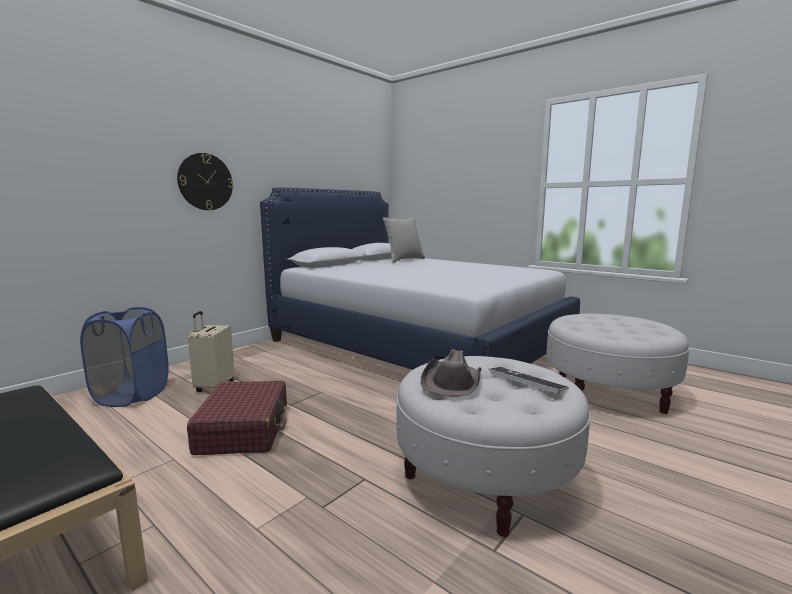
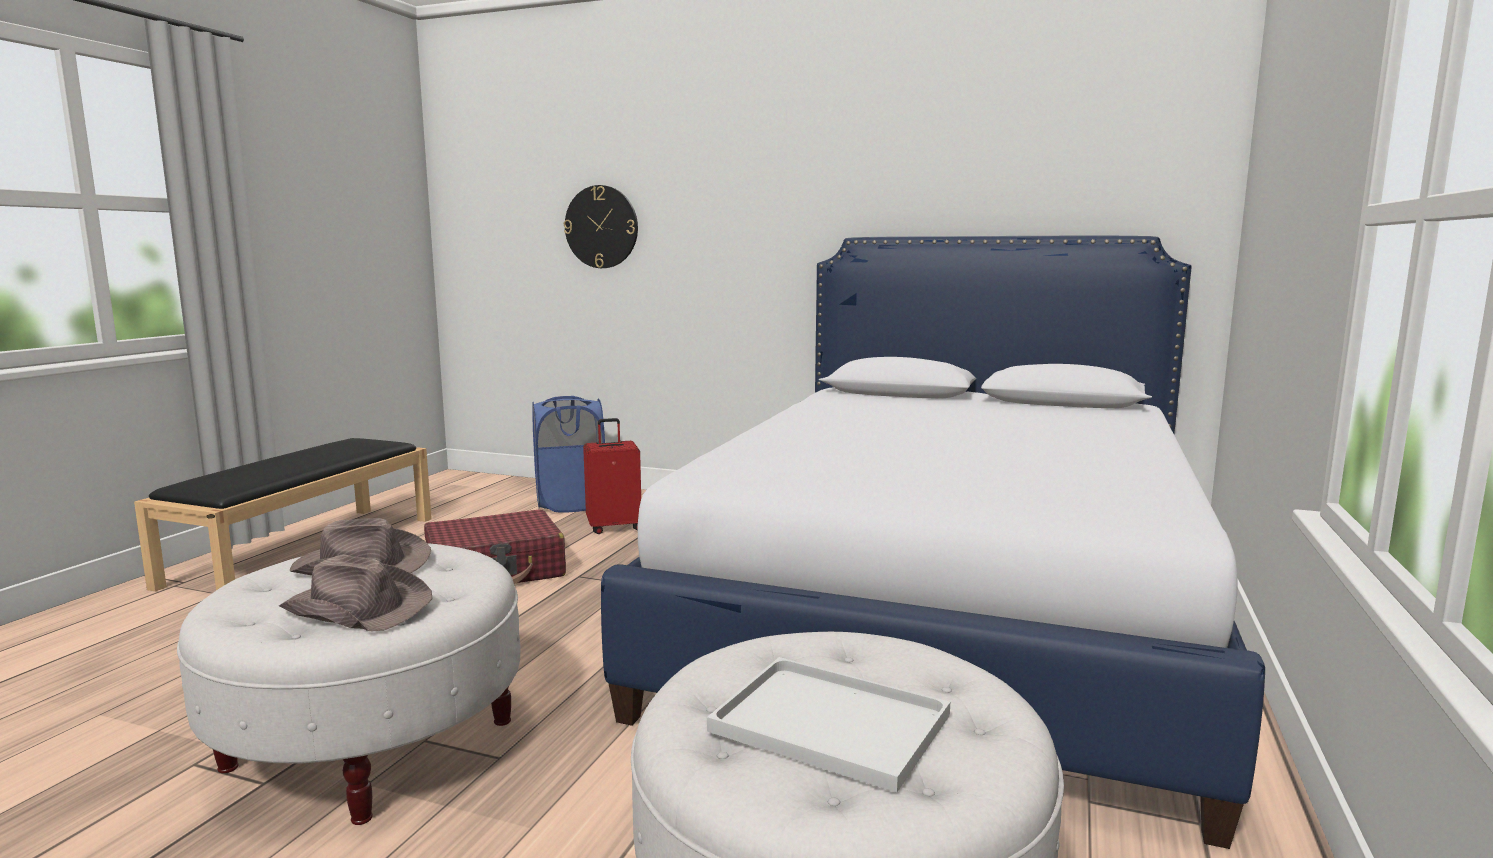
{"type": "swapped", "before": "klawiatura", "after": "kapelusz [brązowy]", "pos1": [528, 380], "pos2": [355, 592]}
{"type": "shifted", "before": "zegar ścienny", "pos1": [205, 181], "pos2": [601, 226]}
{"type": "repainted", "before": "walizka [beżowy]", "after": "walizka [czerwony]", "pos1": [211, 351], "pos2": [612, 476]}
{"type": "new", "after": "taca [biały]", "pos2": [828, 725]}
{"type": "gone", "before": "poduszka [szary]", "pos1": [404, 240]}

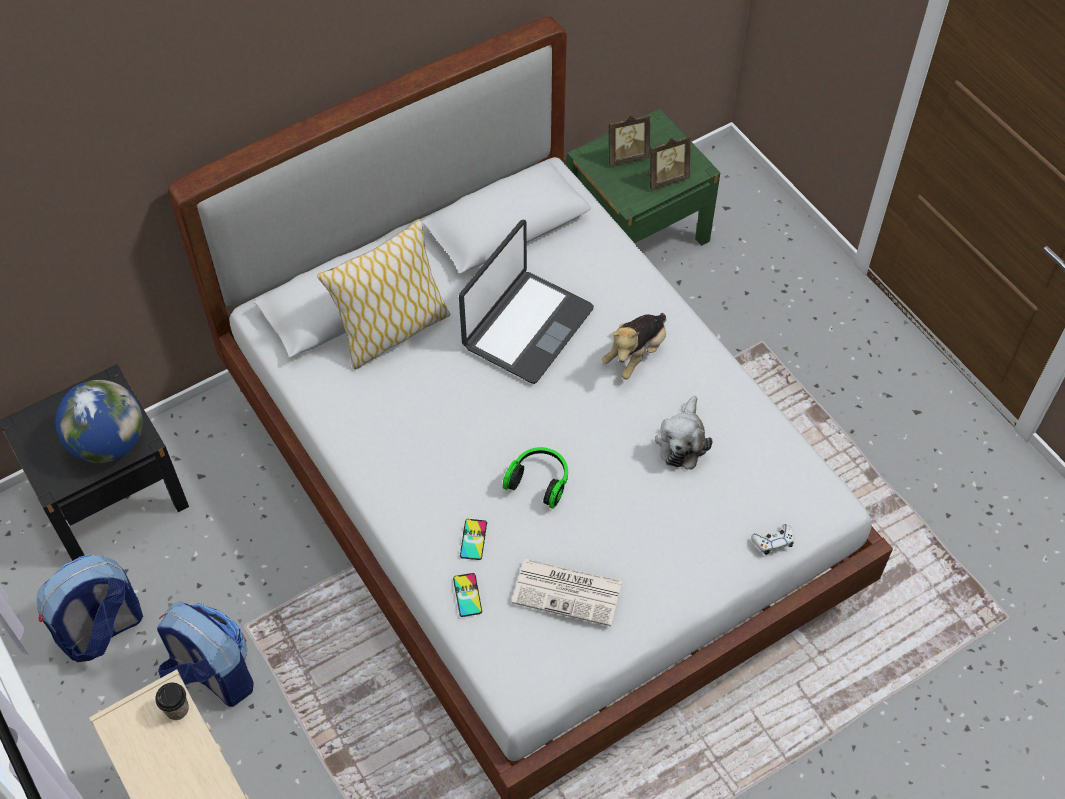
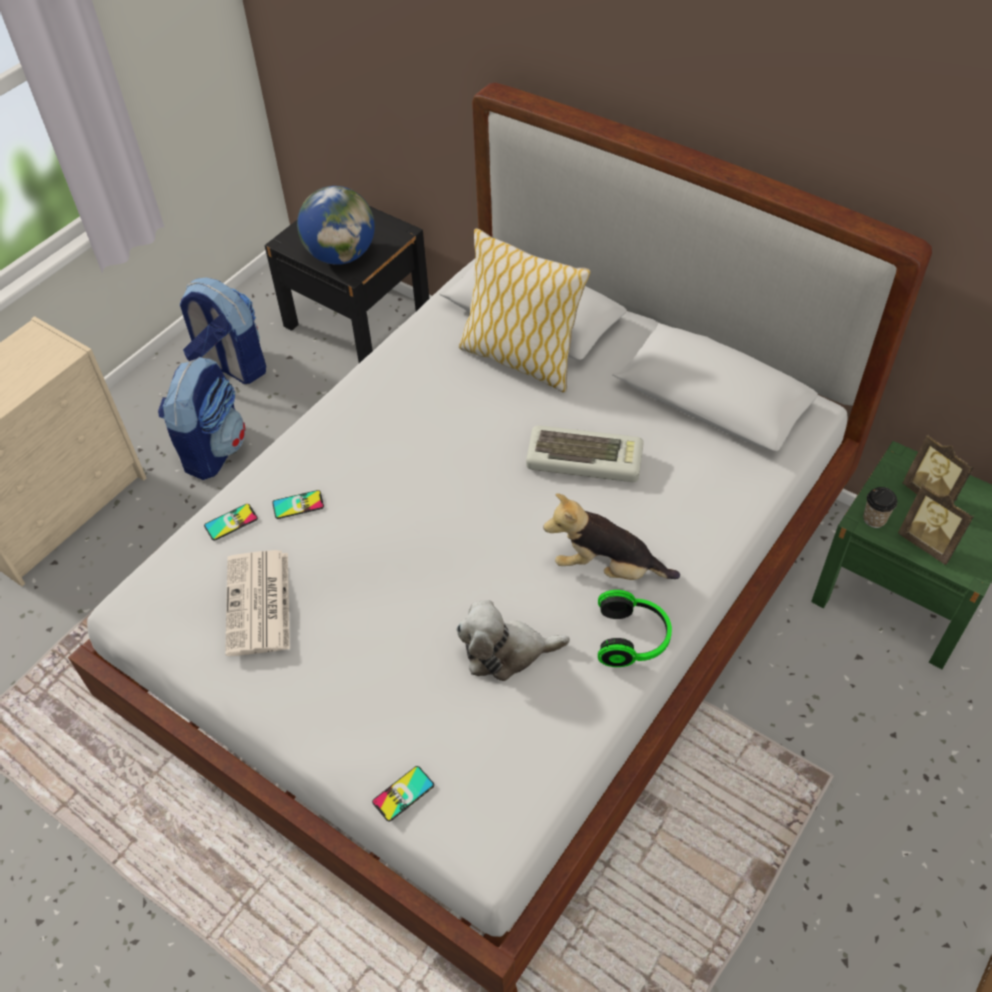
{"type": "swapped", "before": "pad do gier [biały]", "after": "telefon", "pos1": [772, 539], "pos2": [403, 794]}
{"type": "swapped", "before": "laptop", "after": "klawiatura", "pos1": [526, 301], "pos2": [585, 453]}
{"type": "shifted", "before": "słuchawki", "pos1": [535, 478], "pos2": [635, 628]}
{"type": "shifted", "before": "filiżanka", "pos1": [172, 701], "pos2": [880, 507]}

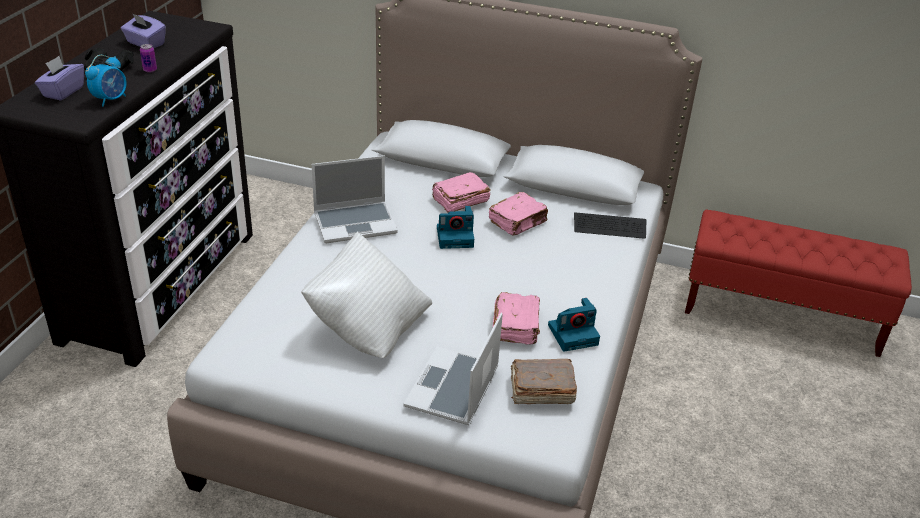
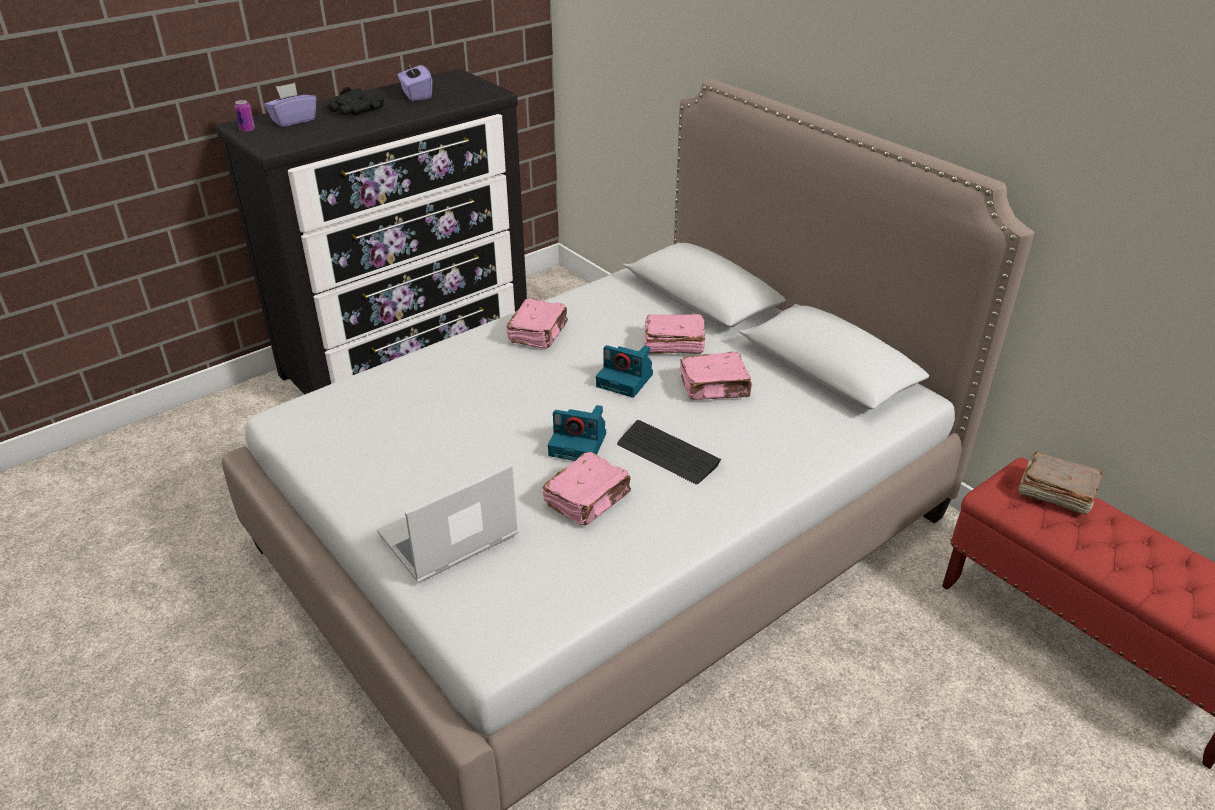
{"type": "shifted", "before": "puszka", "pos1": [148, 58], "pos2": [244, 116]}
{"type": "swapped", "before": "laptop", "after": "książka [różowy]", "pos1": [354, 199], "pos2": [537, 323]}
{"type": "shifted", "before": "aparat fotograficzny", "pos1": [574, 325], "pos2": [577, 433]}
{"type": "shifted", "before": "klawiatura", "pos1": [610, 225], "pos2": [669, 452]}
{"type": "shifted", "before": "książka [brązowy]", "pos1": [544, 381], "pos2": [1059, 483]}
{"type": "gone", "before": "budzik", "pos1": [106, 81]}
{"type": "gone", "before": "poduszka [biały]", "pos1": [366, 294]}

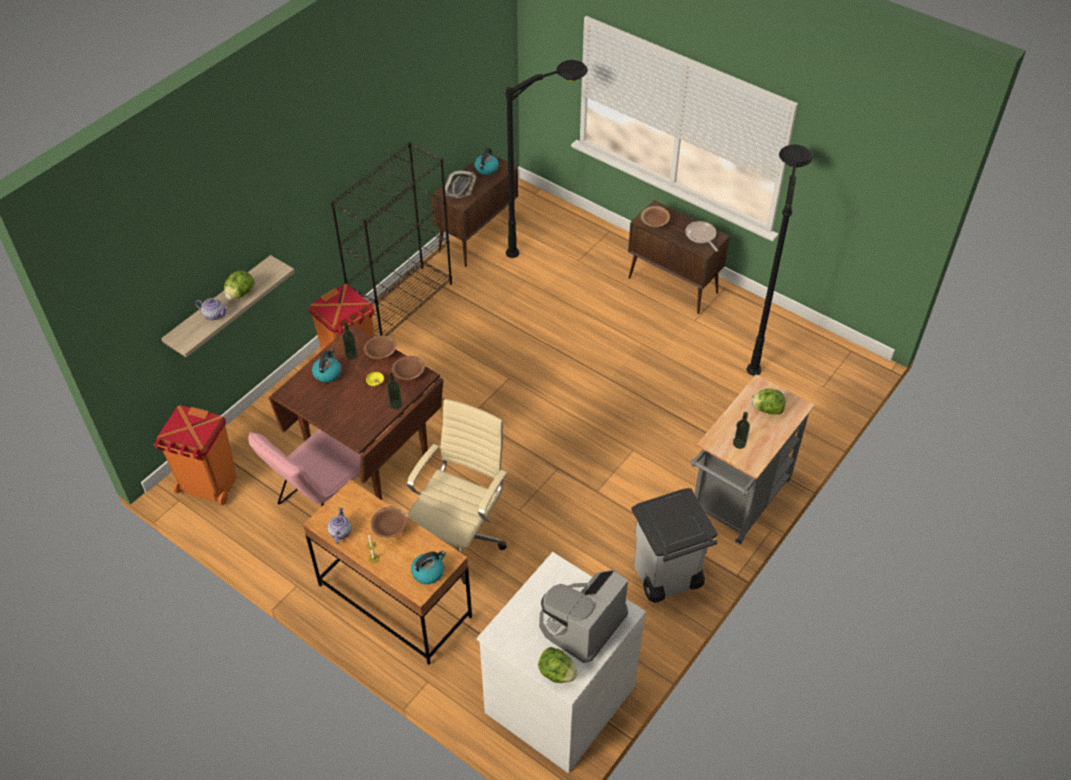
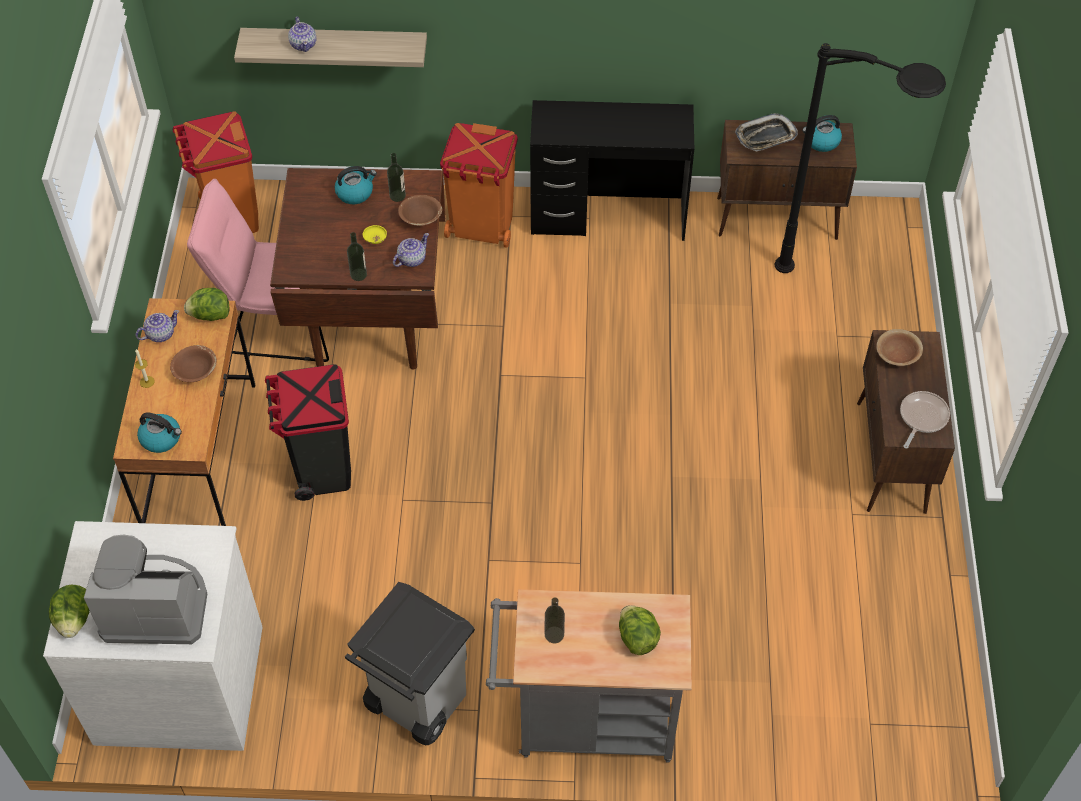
{"type": "shifted", "before": "sałata", "pos1": [239, 285], "pos2": [206, 304]}
{"type": "swapped", "before": "krzesło biurowe [beżowy]", "after": "kosz na śmieci [czarny]", "pos1": [457, 492], "pos2": [308, 432]}
{"type": "swapped", "before": "miska [brązowy]", "after": "imbryk", "pos1": [408, 368], "pos2": [411, 250]}
{"type": "swapped", "before": "regał [czarny]", "after": "biurko [czarny]", "pos1": [391, 239], "pos2": [612, 170]}
{"type": "gone", "before": "lampa stojąca [czarny]", "pos1": [780, 260]}

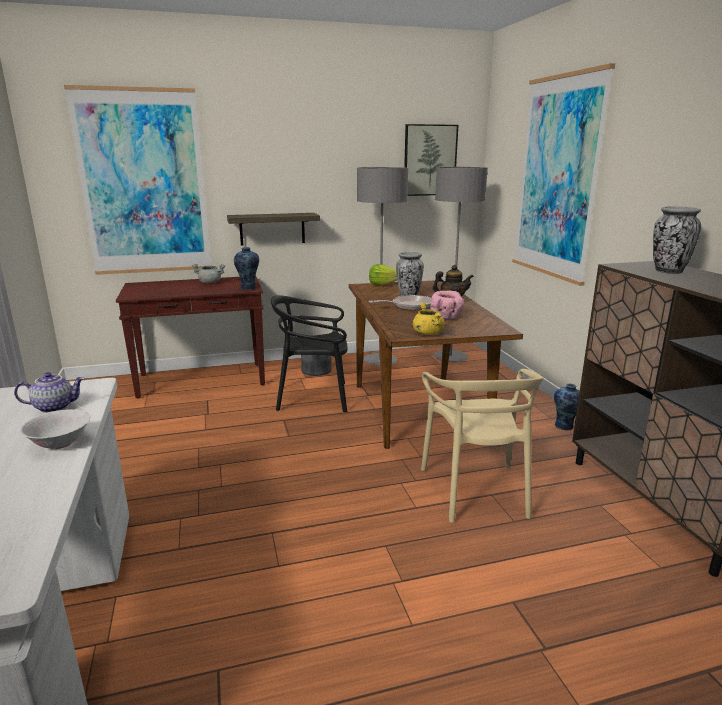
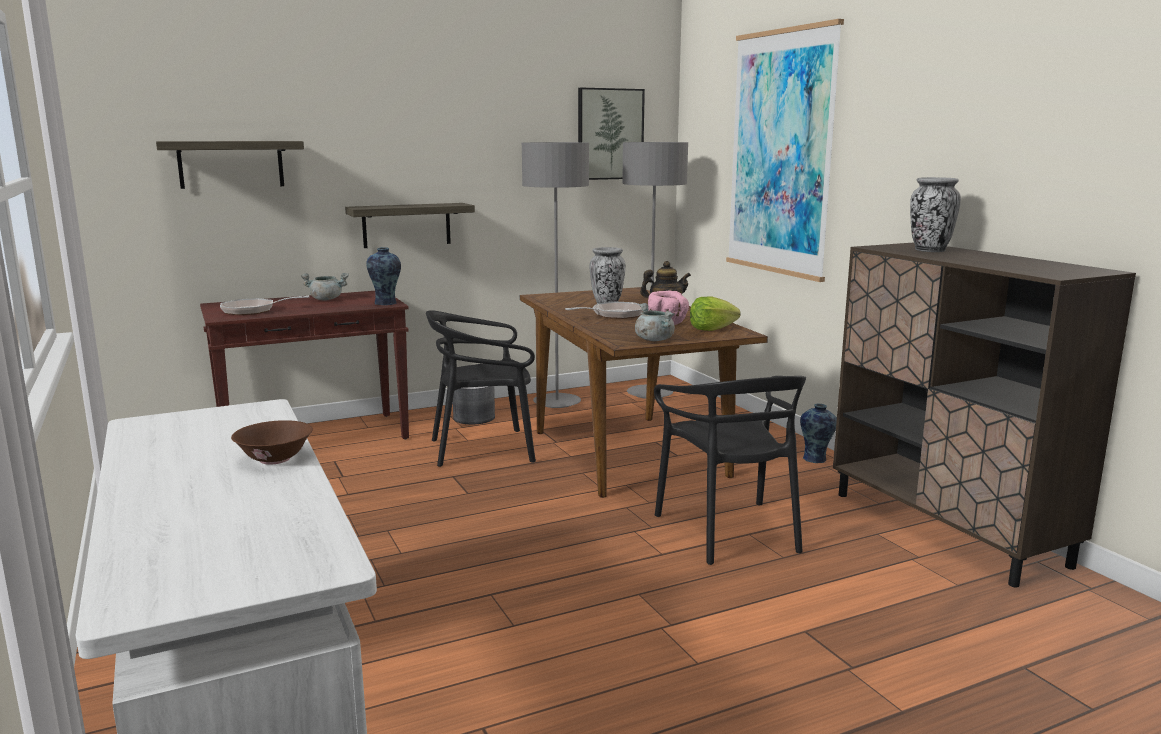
{"type": "swapped", "before": "obraz", "after": "półka", "pos1": [137, 180], "pos2": [230, 165]}
{"type": "new", "after": "patelnia", "pos2": [264, 305]}
{"type": "repainted", "before": "miska [biały]", "after": "miska [brązowy]", "pos1": [55, 429], "pos2": [272, 442]}
{"type": "repainted", "before": "garnek [żółty]", "after": "garnek [szary]", "pos1": [429, 319], "pos2": [655, 322]}
{"type": "repainted", "before": "krzesło [beżowy]", "after": "krzesło [czarny]", "pos1": [482, 446], "pos2": [730, 470]}
{"type": "shifted", "before": "sałata", "pos1": [383, 275], "pos2": [715, 313]}
{"type": "gone", "before": "imbryk", "pos1": [49, 392]}

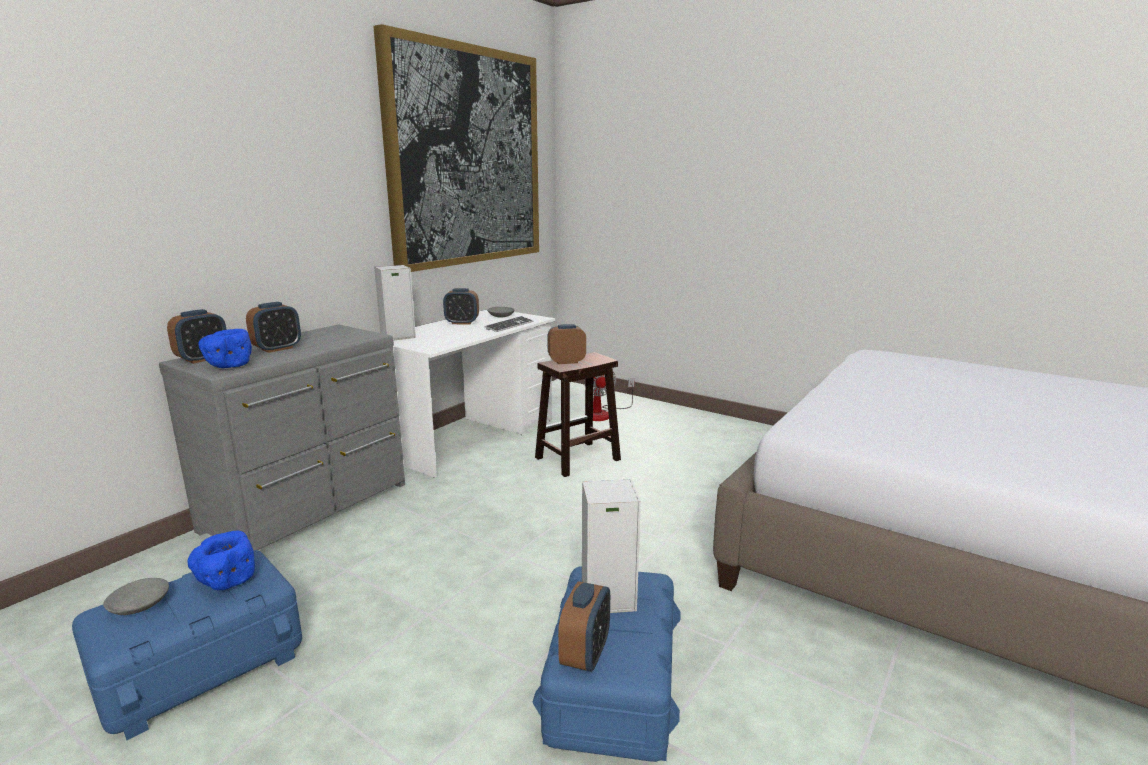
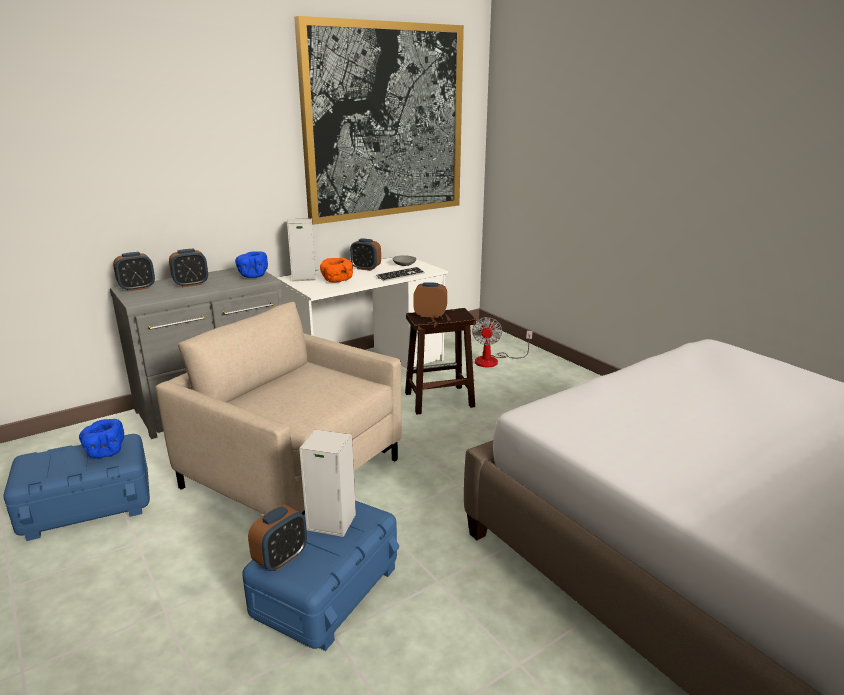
{"type": "new", "after": "fotel [beżowy]", "pos2": [278, 408]}
{"type": "shifted", "before": "miska [niebieski]", "pos1": [225, 348], "pos2": [251, 264]}
{"type": "new", "after": "miska [pomarańczowy]", "pos2": [336, 270]}
{"type": "gone", "before": "miska [szary]", "pos1": [136, 596]}

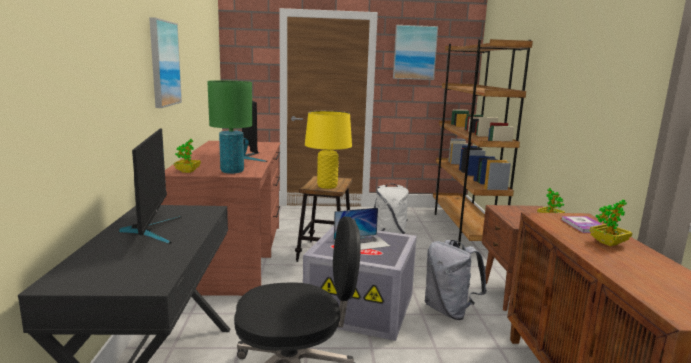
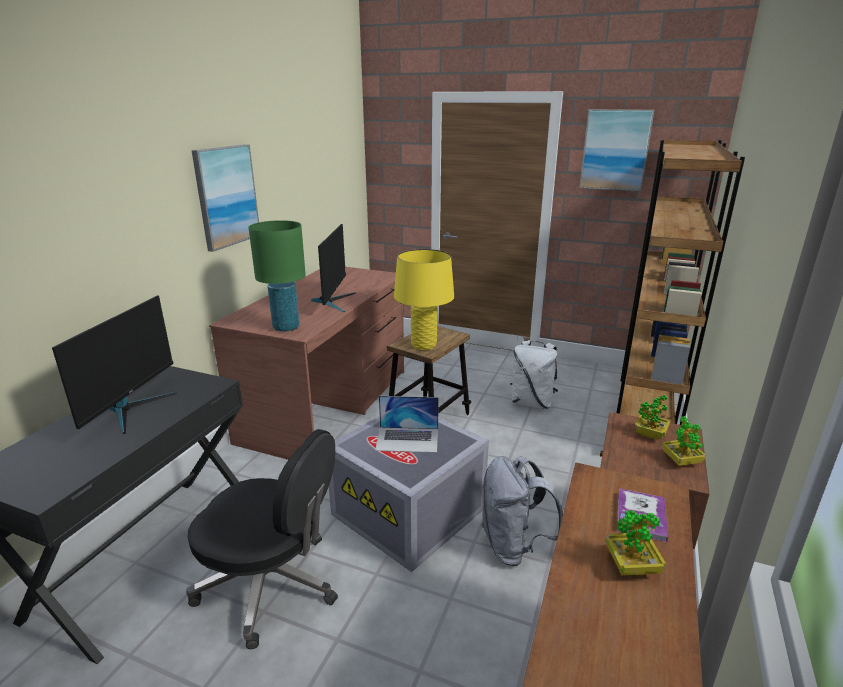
{"type": "shifted", "before": "roślina doniczkowa", "pos1": [187, 156], "pos2": [652, 416]}

